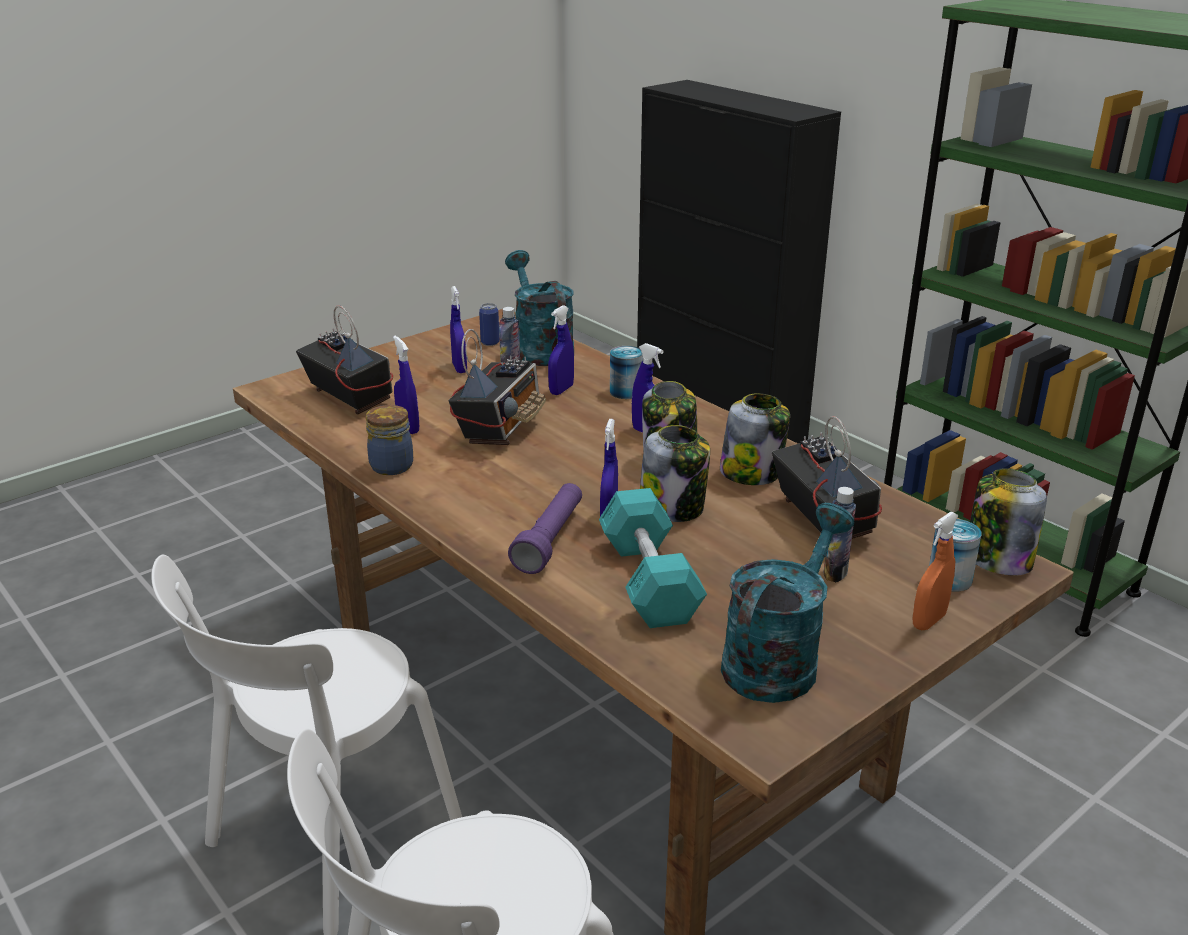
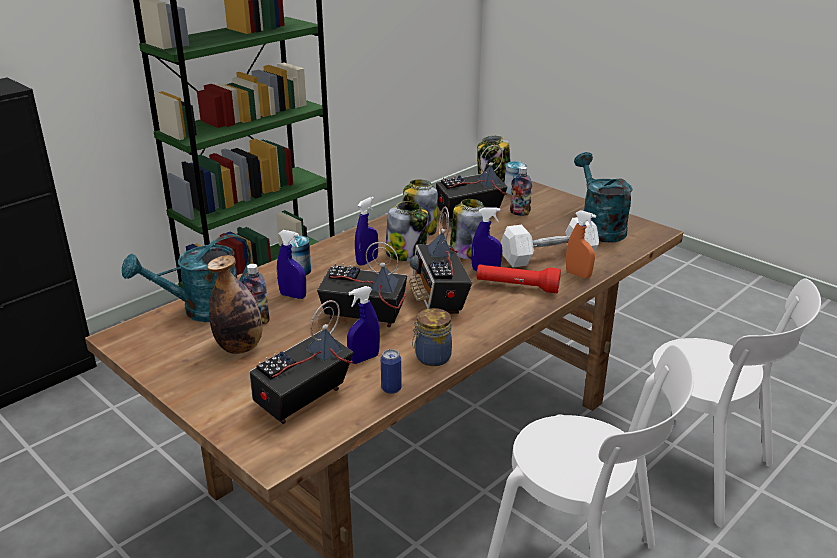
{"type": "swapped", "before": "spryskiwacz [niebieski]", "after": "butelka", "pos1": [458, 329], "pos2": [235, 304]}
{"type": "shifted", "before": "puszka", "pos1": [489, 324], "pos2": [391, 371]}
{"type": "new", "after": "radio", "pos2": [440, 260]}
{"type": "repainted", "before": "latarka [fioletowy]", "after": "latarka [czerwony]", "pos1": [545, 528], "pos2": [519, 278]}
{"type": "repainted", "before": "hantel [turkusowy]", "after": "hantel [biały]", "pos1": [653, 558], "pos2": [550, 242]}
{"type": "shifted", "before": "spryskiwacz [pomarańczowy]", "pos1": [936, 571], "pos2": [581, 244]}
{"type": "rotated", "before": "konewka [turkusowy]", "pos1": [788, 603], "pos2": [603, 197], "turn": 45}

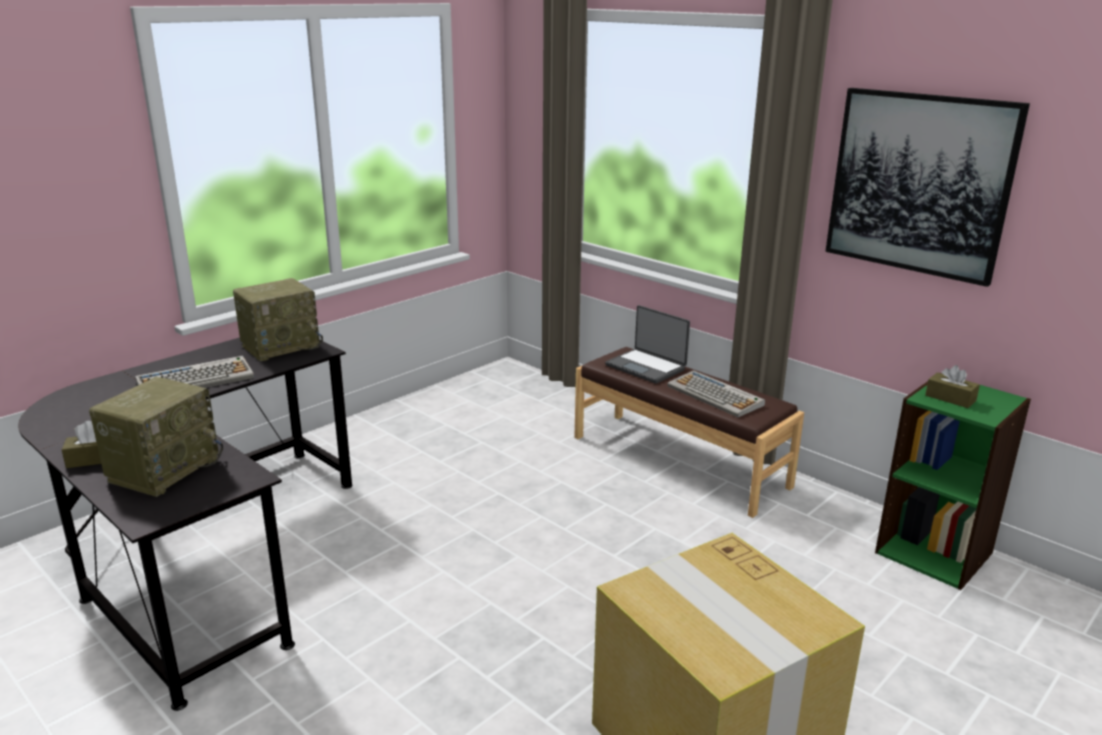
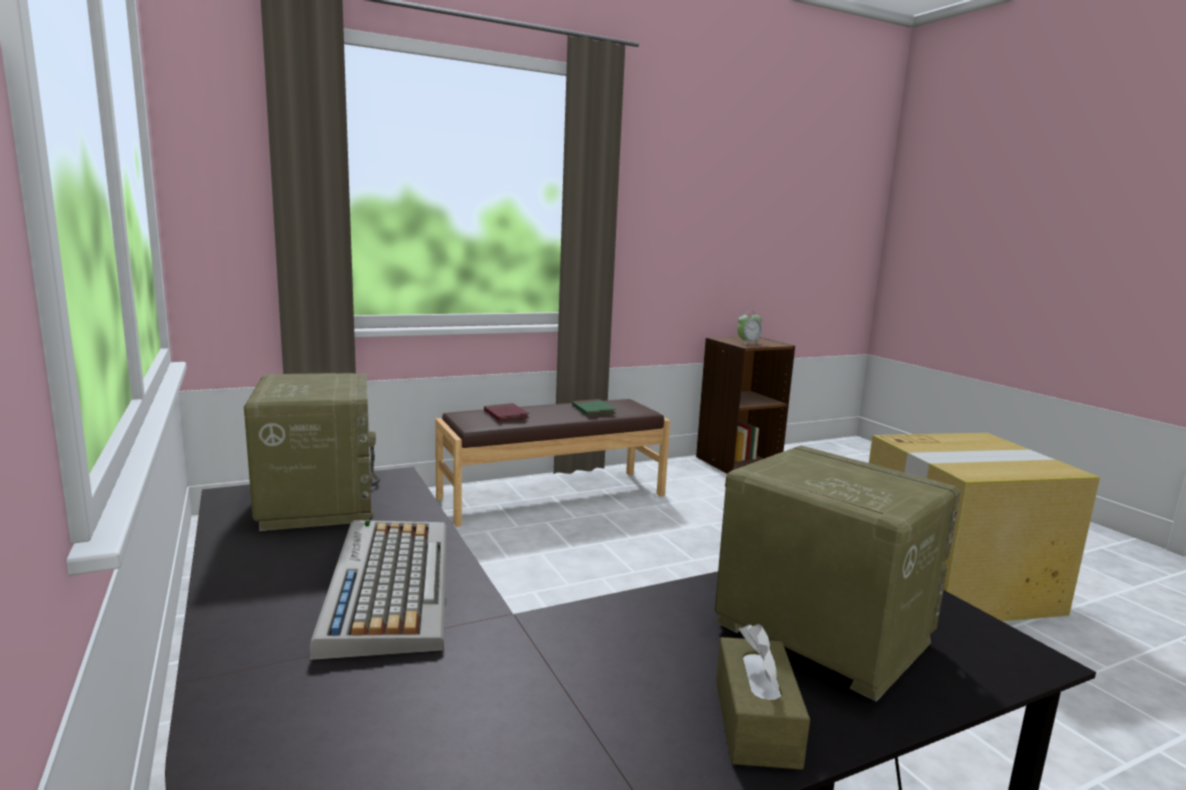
{"type": "swapped", "before": "laptop", "after": "książka [czerwony]", "pos1": [647, 344], "pos2": [507, 412]}
{"type": "swapped", "before": "klawiatura", "after": "książka [zielony]", "pos1": [716, 393], "pos2": [594, 407]}
{"type": "repainted", "before": "regał [zielony]", "after": "regał [brązowy]", "pos1": [953, 481], "pos2": [745, 405]}
{"type": "swapped", "before": "pudełko chusteczek [brązowy]", "after": "budzik", "pos1": [952, 386], "pos2": [749, 328]}
{"type": "gone", "before": "obraz", "pos1": [927, 187]}

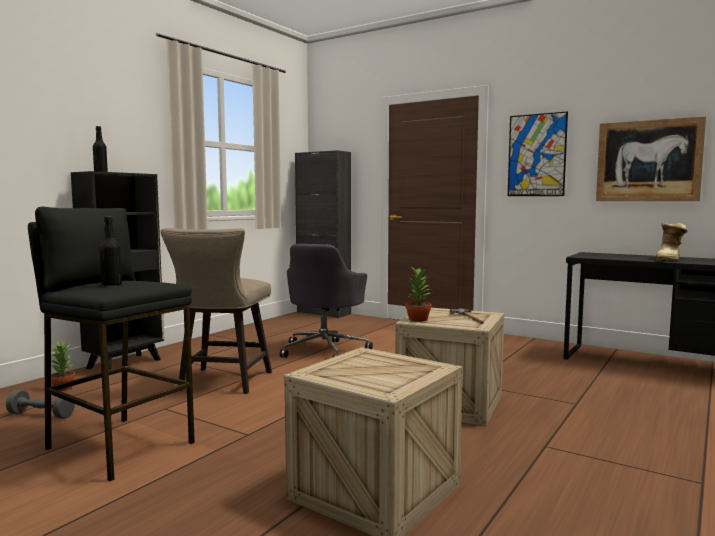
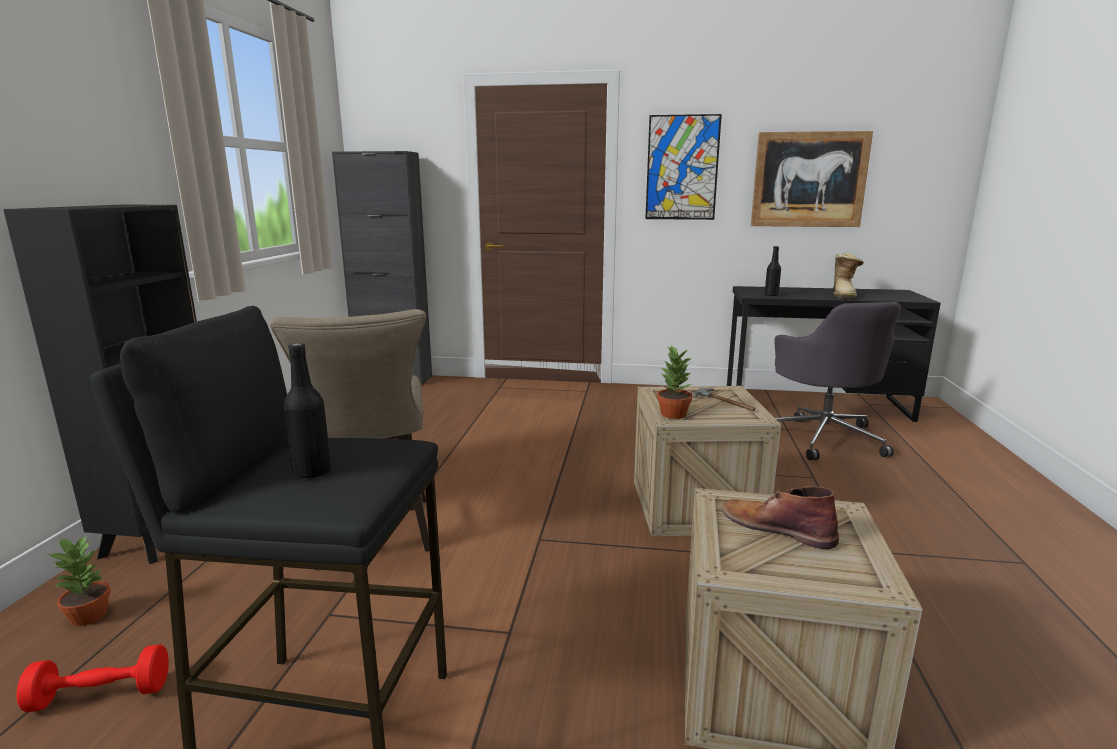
{"type": "repainted", "before": "hantel [szary]", "after": "hantel [czerwony]", "pos1": [40, 404], "pos2": [92, 678]}
{"type": "new", "after": "but z cholewką [brązowy]", "pos2": [780, 517]}
{"type": "shifted", "before": "butelka [czarny]", "pos1": [100, 149], "pos2": [773, 271]}
{"type": "shifted", "before": "krzesło biurowe [szary]", "pos1": [326, 301], "pos2": [838, 381]}

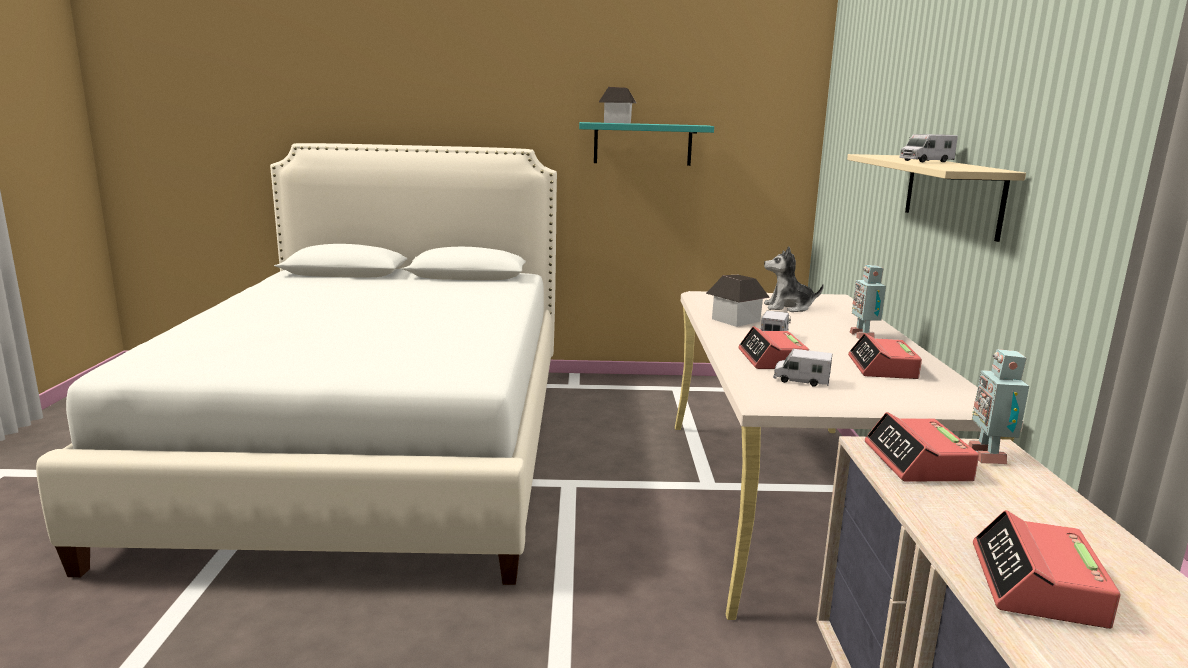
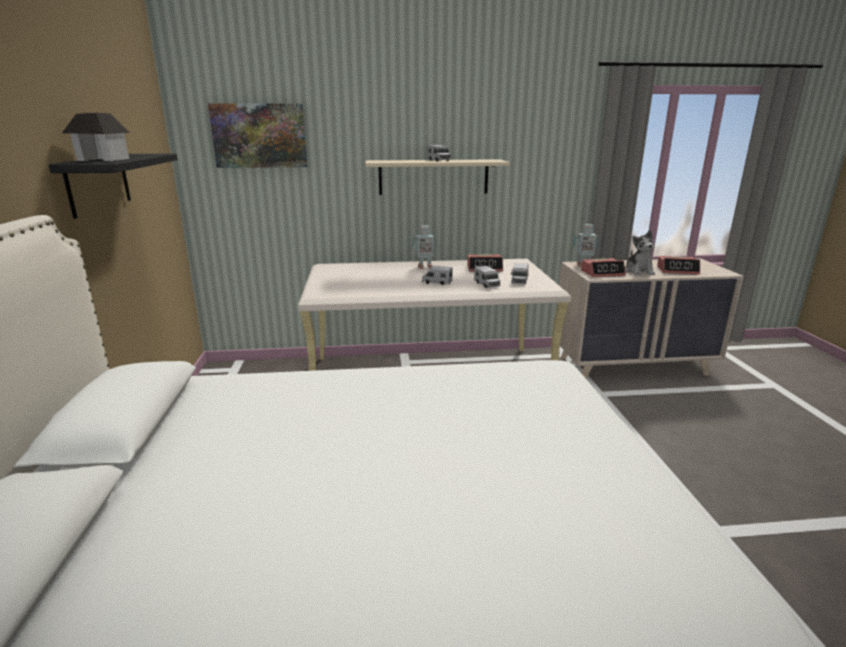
{"type": "repainted", "before": "półka [turkusowy]", "after": "półka [czarny]", "pos1": [646, 144], "pos2": [113, 186]}
{"type": "new", "after": "obraz", "pos2": [258, 135]}
{"type": "swapped", "before": "budzik", "after": "ciężarówka zabawkowa", "pos1": [773, 347], "pos2": [487, 277]}
{"type": "shifted", "before": "pluszak", "pos1": [794, 279], "pos2": [640, 253]}
{"type": "gone", "before": "domek", "pos1": [738, 301]}

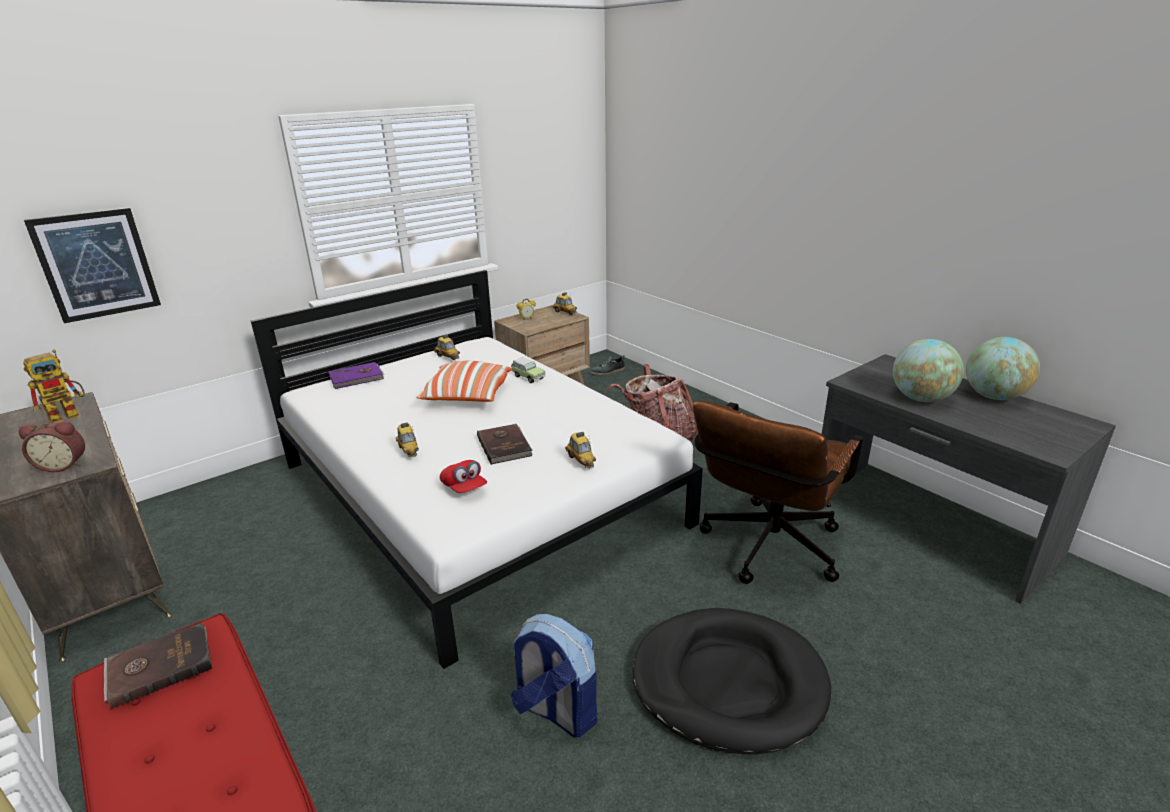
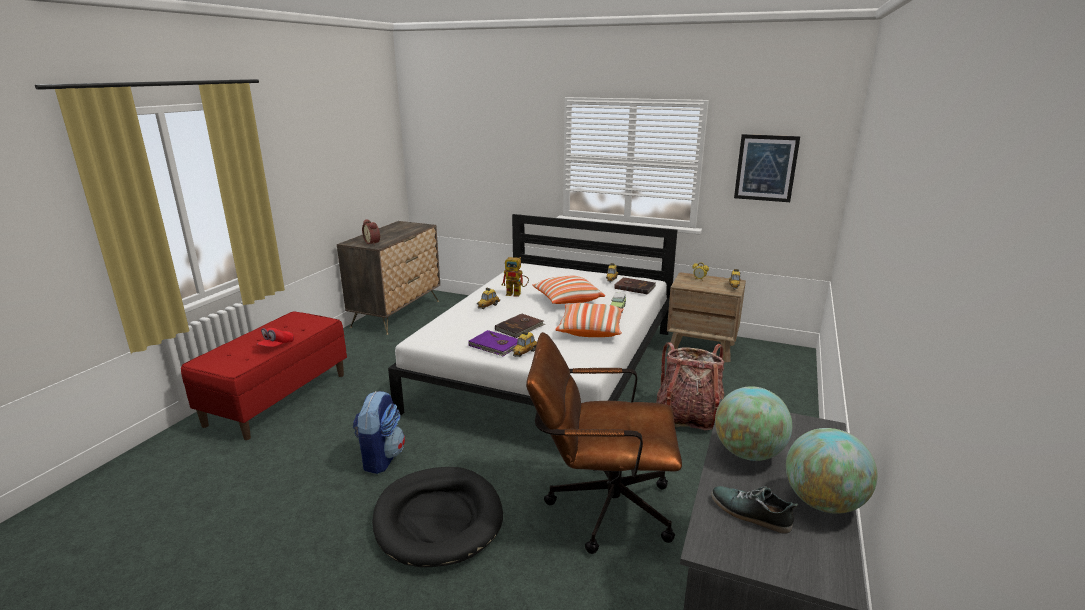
{"type": "shifted", "before": "czapka z daszkiem [czerwony]", "pos1": [463, 476], "pos2": [275, 337]}
{"type": "shifted", "before": "książka [fioletowy]", "pos1": [356, 375], "pos2": [493, 343]}
{"type": "shifted", "before": "robot zabawkowy", "pos1": [54, 386], "pos2": [515, 277]}
{"type": "new", "after": "poduszka", "pos2": [589, 320]}
{"type": "shifted", "before": "książka [brązowy]", "pos1": [158, 665], "pos2": [635, 285]}
{"type": "shifted", "before": "but", "pos1": [607, 365], "pos2": [754, 510]}
{"type": "shifted", "before": "obraz", "pos1": [92, 265], "pos2": [767, 168]}

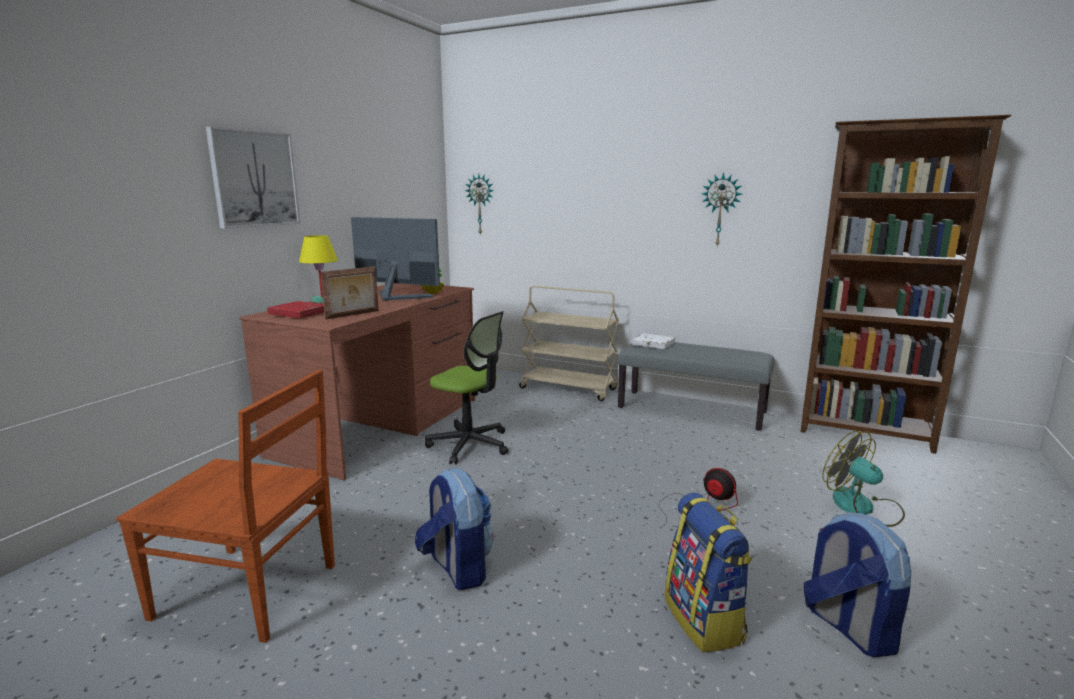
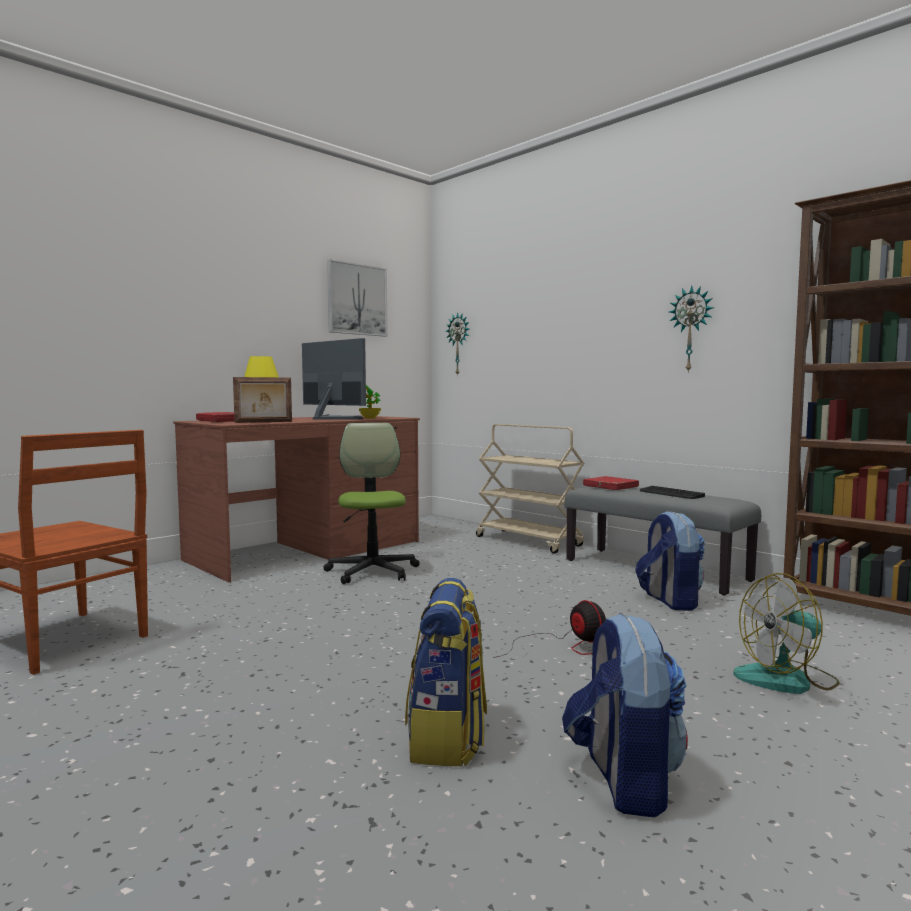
{"type": "rotated", "before": "krzesło biurowe", "pos1": [467, 387], "pos2": [371, 503], "turn": -150}
{"type": "shifted", "before": "obraz", "pos1": [253, 178], "pos2": [357, 298]}
{"type": "repainted", "before": "książka [biały]", "after": "książka [czerwony]", "pos1": [653, 341], "pos2": [611, 483]}
{"type": "shifted", "before": "plecak", "pos1": [454, 529], "pos2": [670, 560]}
{"type": "new", "after": "klawiatura", "pos2": [672, 492]}
{"type": "rotated", "before": "wentylator", "pos1": [863, 479], "pos2": [786, 633], "turn": -90}

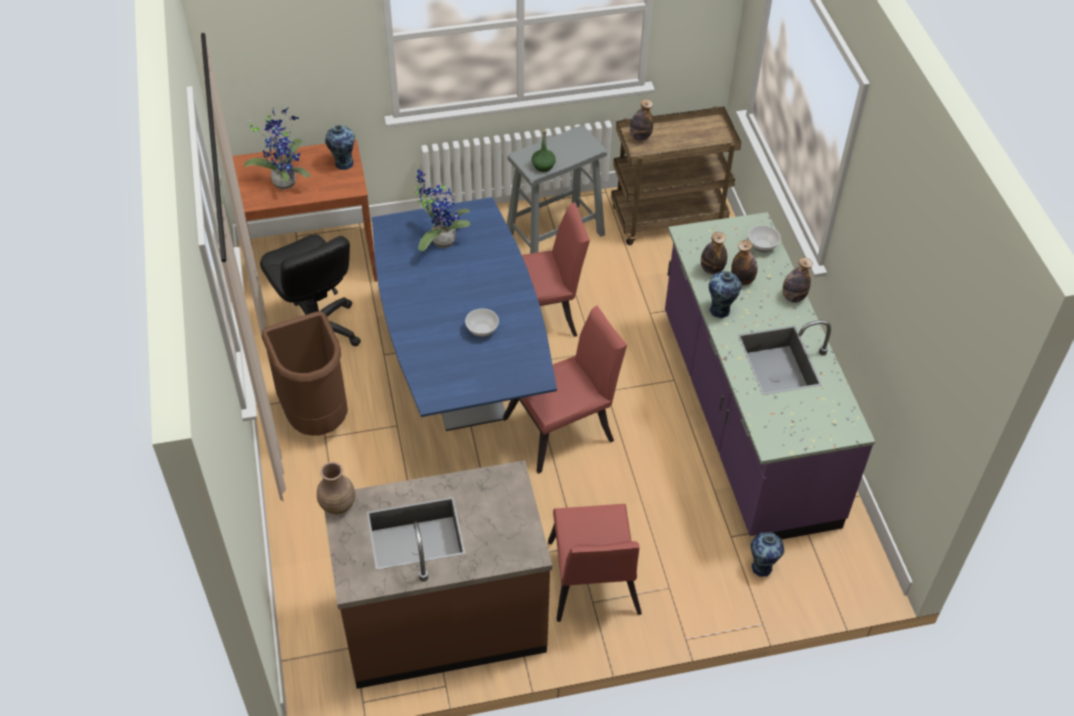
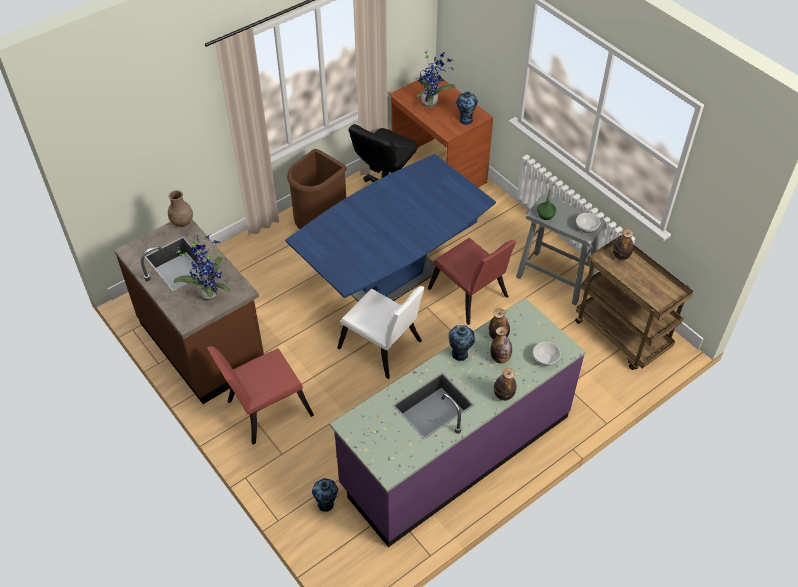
{"type": "shifted", "before": "roślina doniczkowa", "pos1": [443, 210], "pos2": [202, 267]}
{"type": "repainted", "before": "krzesło [czerwony]", "after": "krzesło [biały]", "pos1": [565, 389], "pos2": [381, 332]}
{"type": "shifted", "before": "miska", "pos1": [482, 322], "pos2": [588, 223]}

